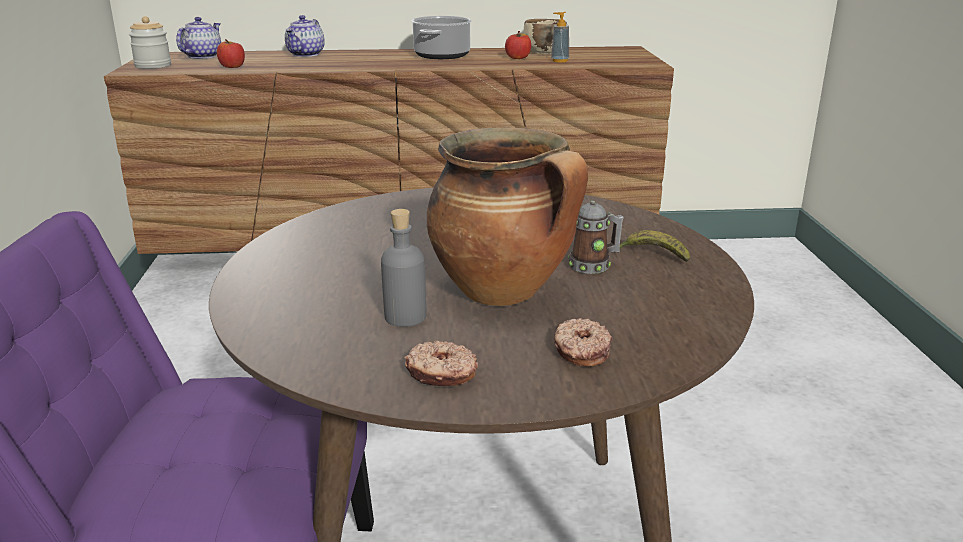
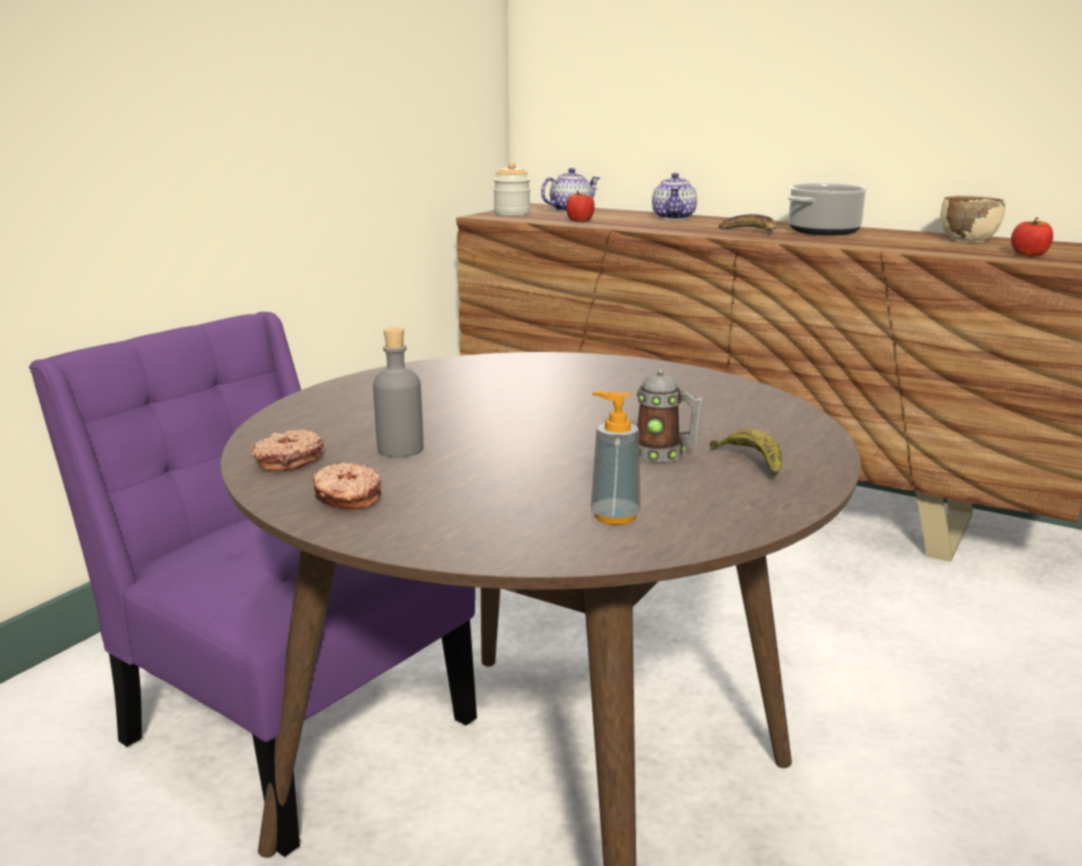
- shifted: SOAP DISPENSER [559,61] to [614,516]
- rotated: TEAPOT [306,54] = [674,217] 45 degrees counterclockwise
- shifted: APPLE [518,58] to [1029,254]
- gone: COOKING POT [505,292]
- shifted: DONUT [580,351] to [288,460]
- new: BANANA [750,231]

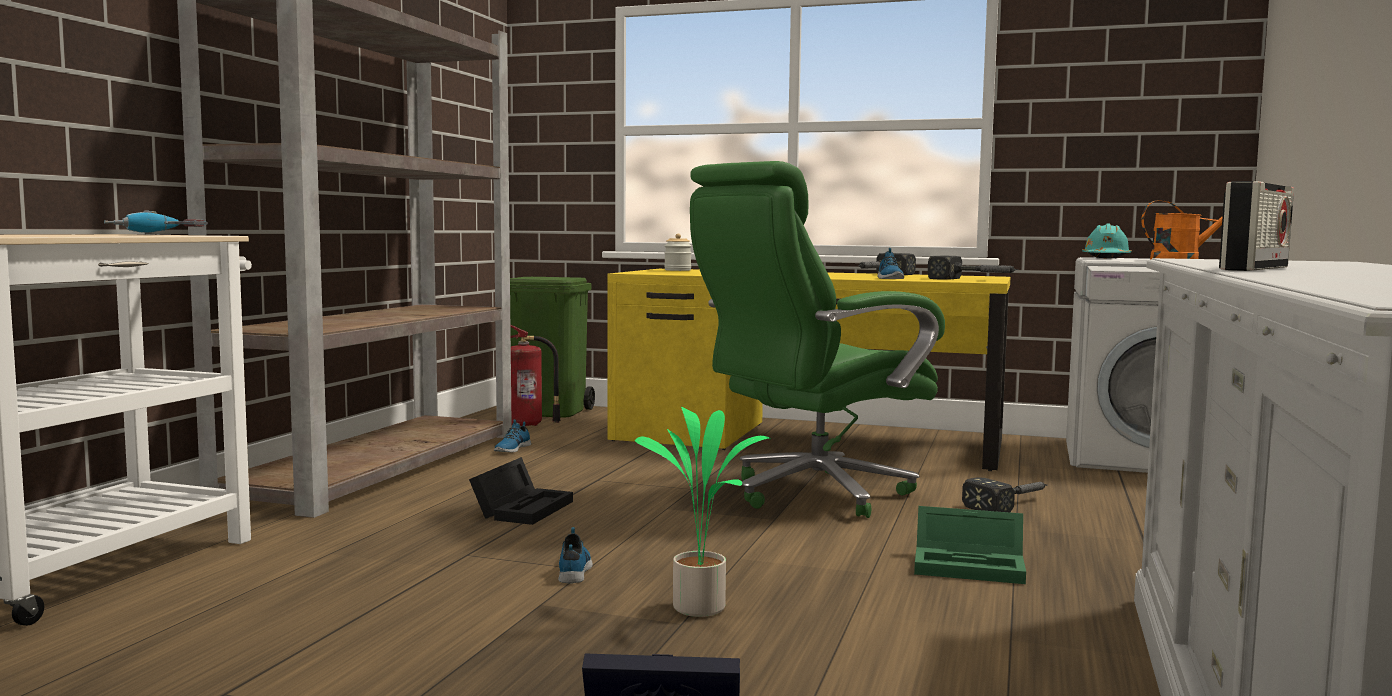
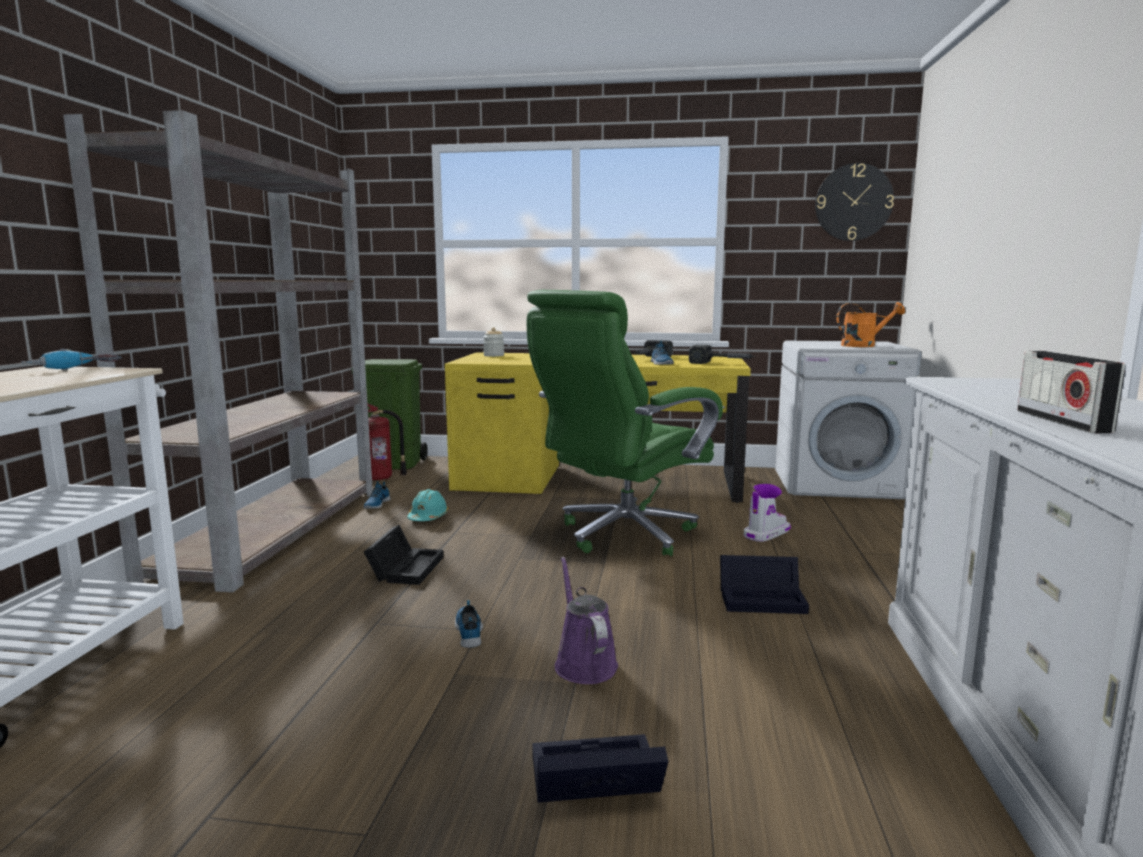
- rotated: RADIO [1255,268] = [1062,421] 150 degrees clockwise
- shifted: TURQUOISE HARD HAT [1106,258] to [428,517]
- swapped: POTTED PLANT [701,607] to PURPLE WATERING CAN [583,663]
- swapped: HAMMER [1012,504] to BOOT [766,534]
- repainted: GREEN STORAGE BOX [972,566] to BLACK STORAGE BOX [764,598]
- new: WALL CLOCK [853,202]

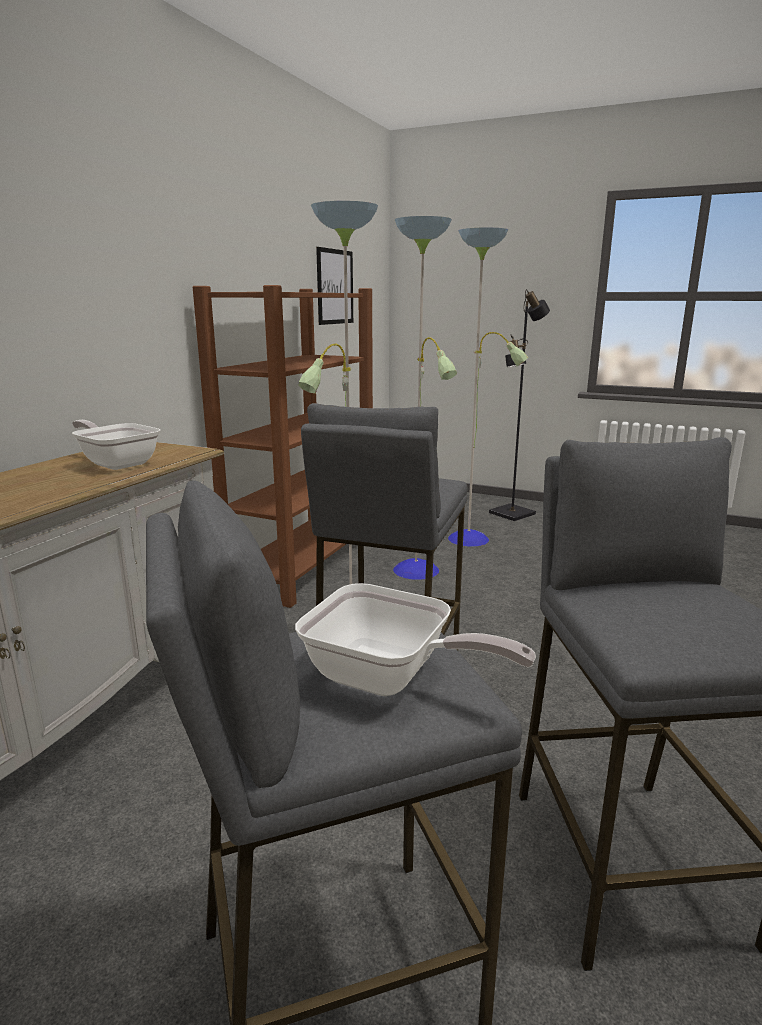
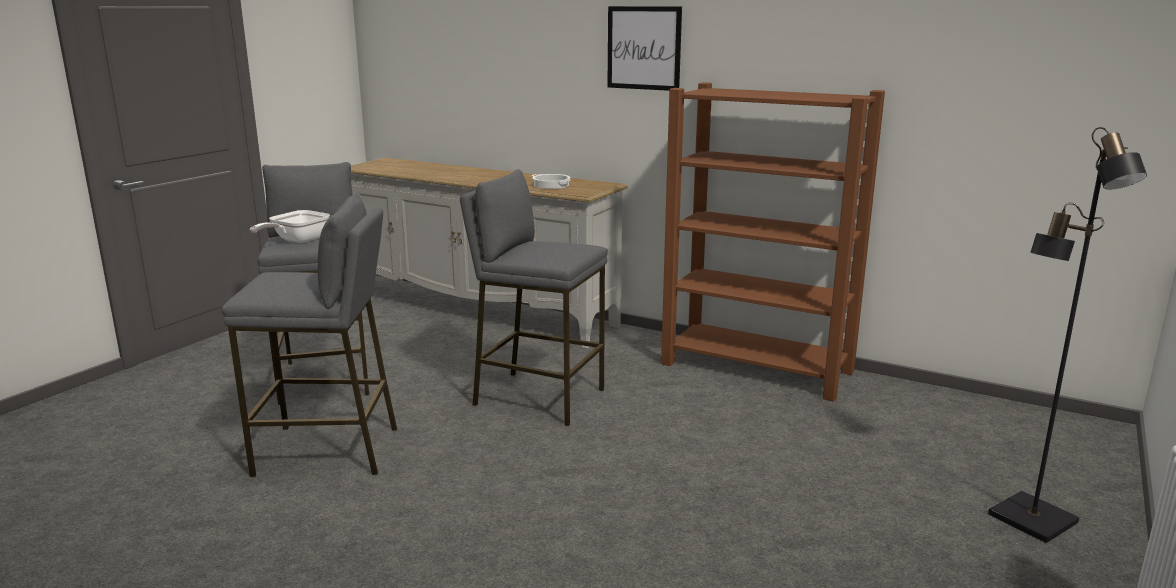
- gone: FLOOR LAMP [419,570]
- shifted: PICTURE [335,287] to [644,48]
- swapped: FRYING PAN [117,463] to COOKING POT [551,185]

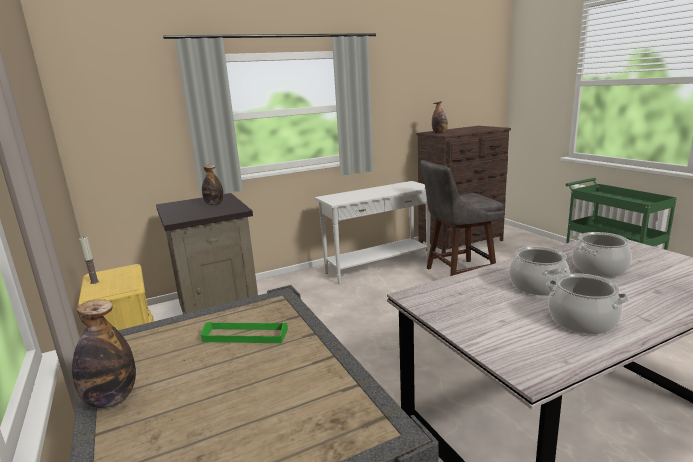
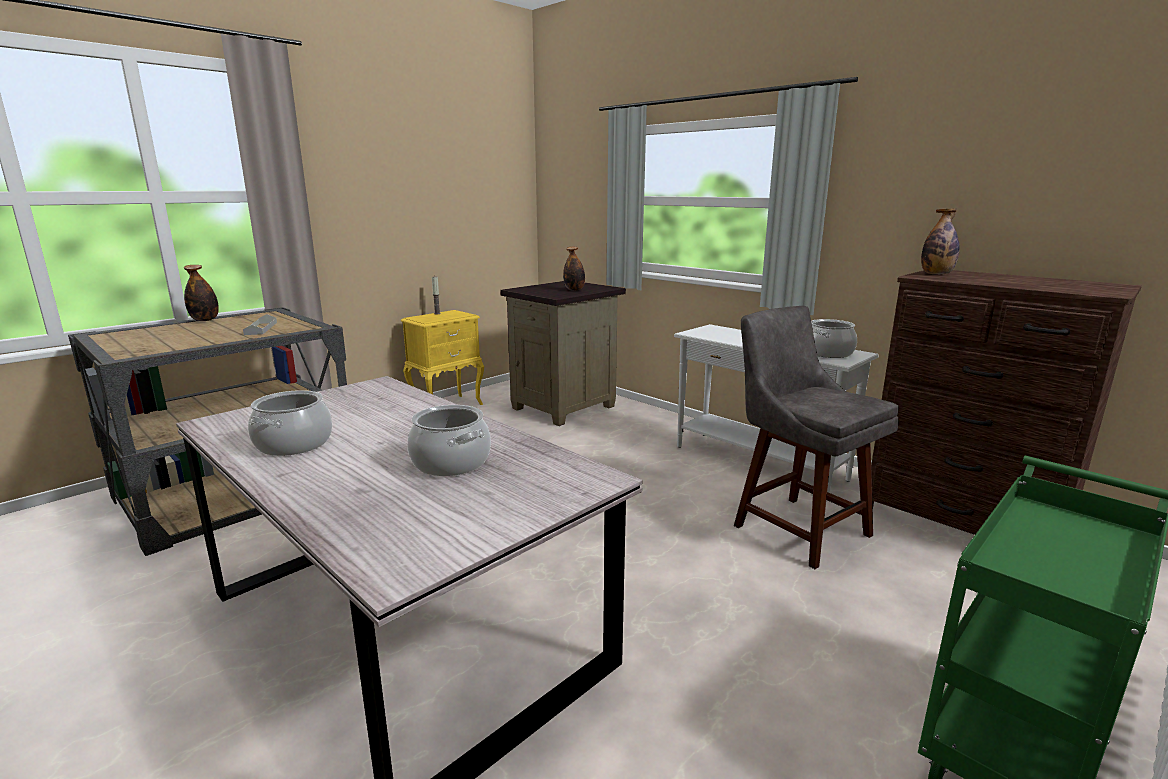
- shifted: COOKING POT [537,286] to [828,353]
- repainted: GREEN TRAY [245,335] to GREY TRAY [261,328]

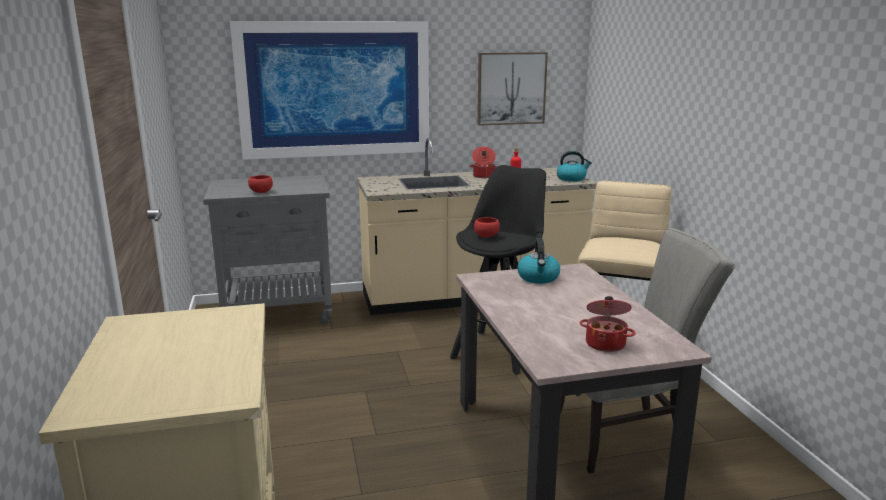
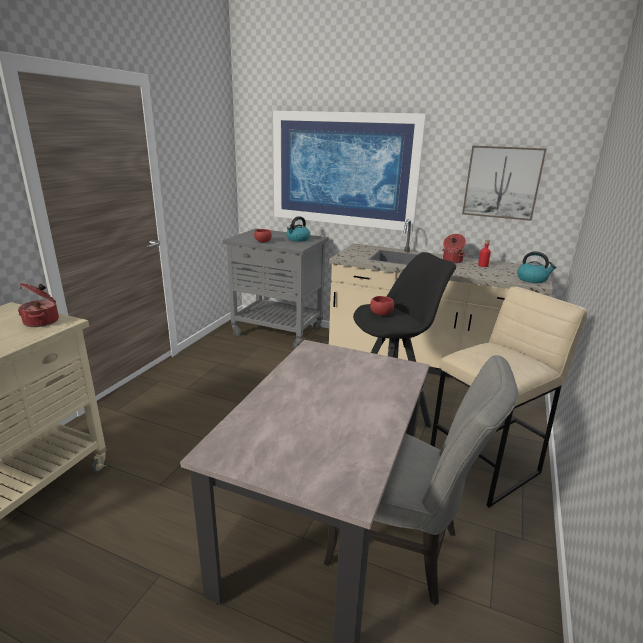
- shifted: KETTLE [538,278] to [298,239]
- shifted: COOKING POT [606,343] to [42,321]

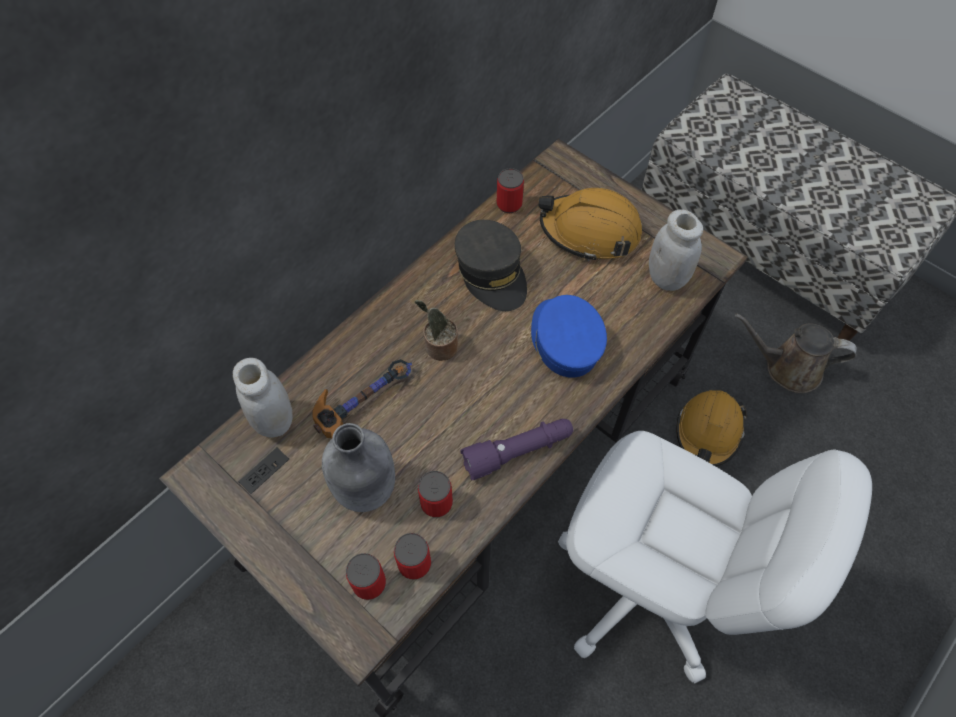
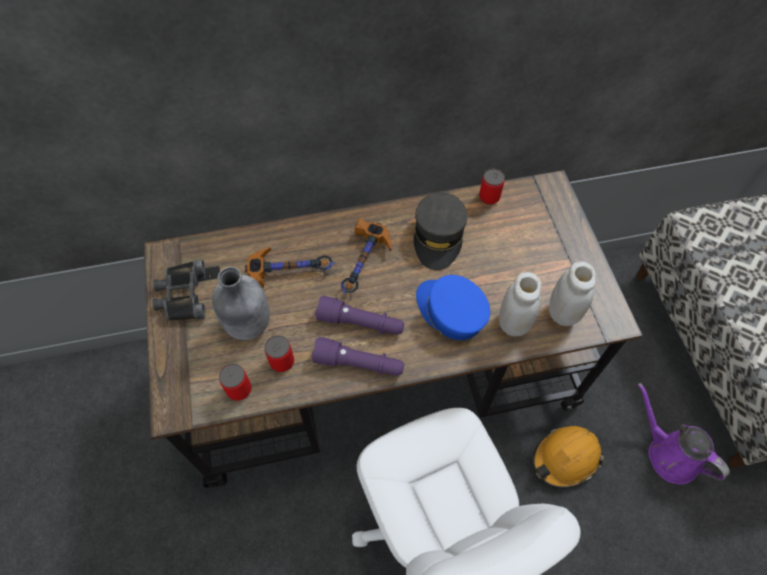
- gone: ORANGE HARD HAT [590,231]
- rotated: BLUE CAP [564,342] = [450,312] 60 degrees counterclockwise
- swapped: POTTED PLANT [439,347] to HAMMER [364,264]
- repainted: BROWN WATERING CAN [787,368] to PURPLE WATERING CAN [668,454]
- shifted: WHITE JAR [274,420] to [513,323]
- gone: CAN [369,583]
- new: BLACK BINOCULARS [182,295]
- new: PURPLE FLASHLIGHT [361,323]

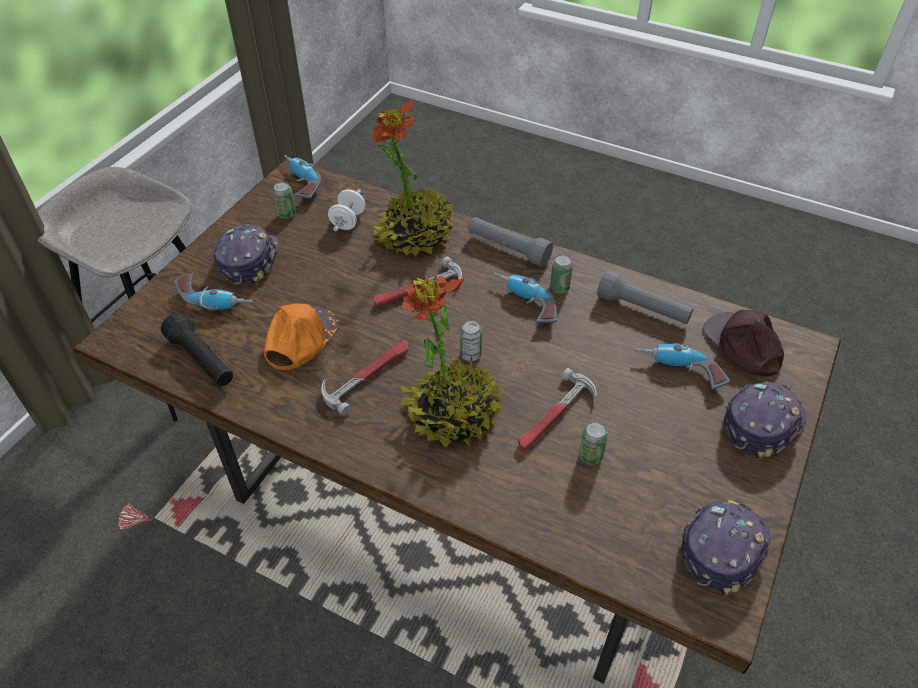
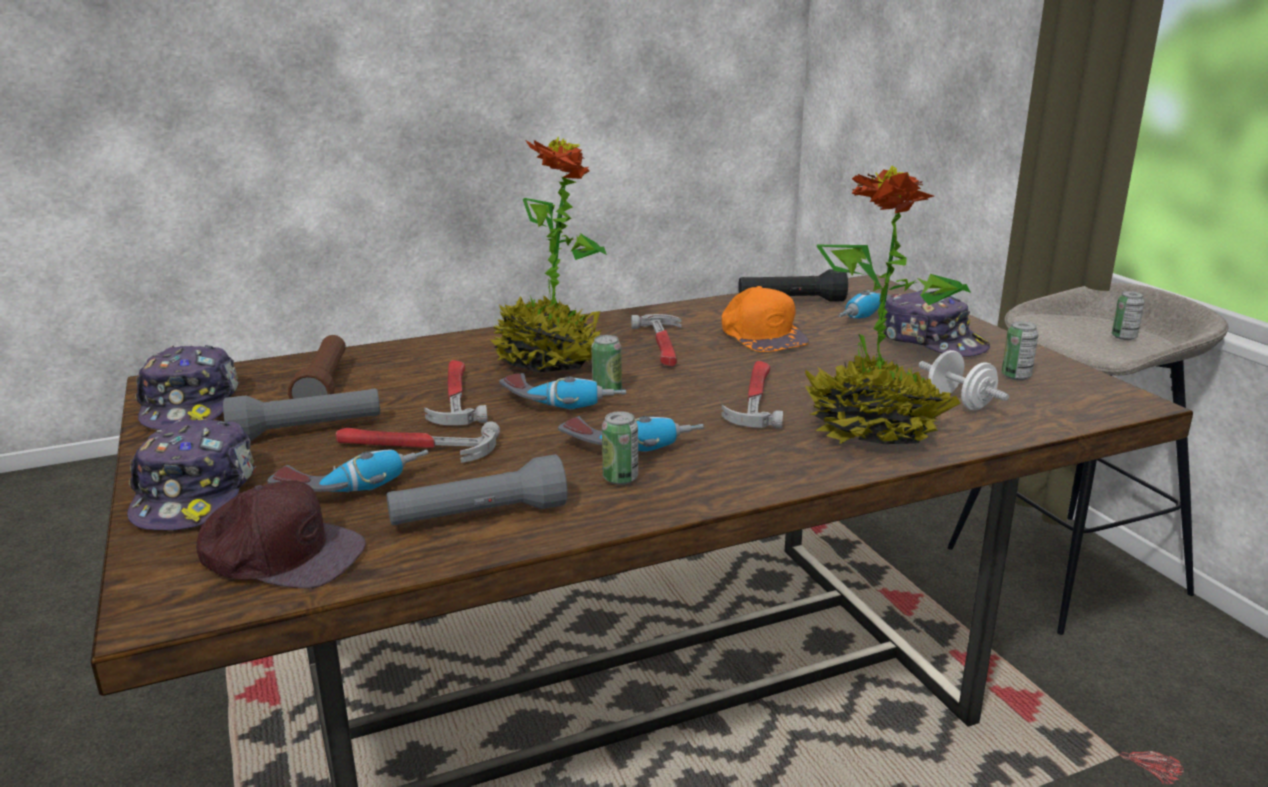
- shifted: POWER DRILL [300,183] to [562,403]
- shifted: GREY FLASHLIGHT [508,249] to [307,431]
- shifted: CAN [590,456] to [1123,337]
- new: BROWN FLASHLIGHT [325,386]
- new: HAMMER [415,448]

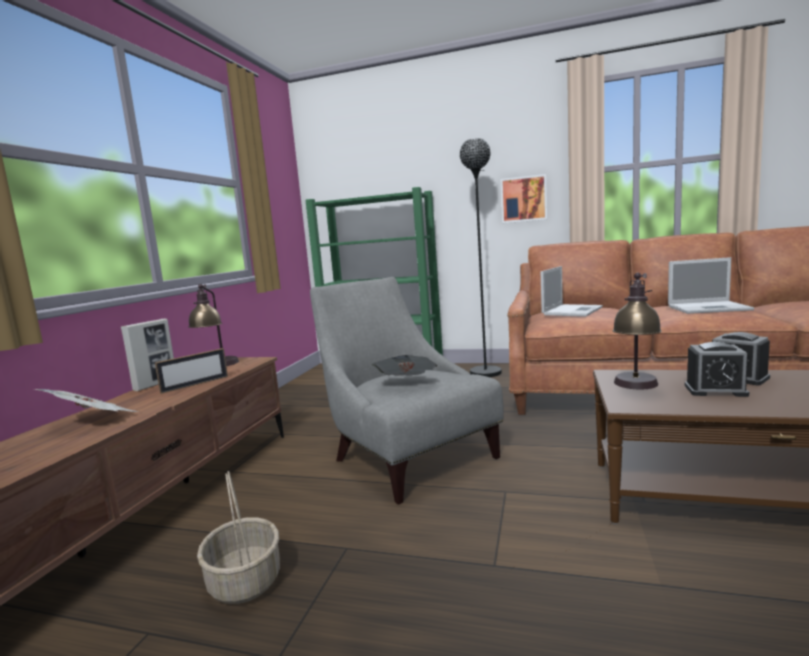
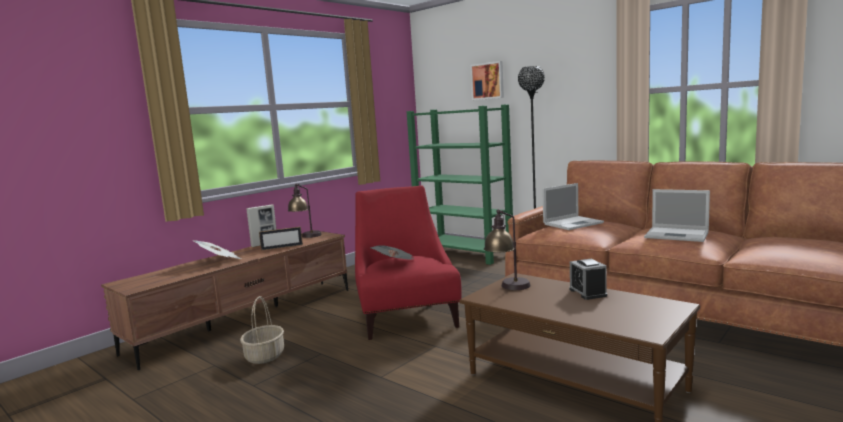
- shifted: PICTURE [523,199] to [488,81]
- repainted: GREY ARMCHAIR [406,454] to RED ARMCHAIR [406,314]
- gone: ALARM CLOCK [715,390]

